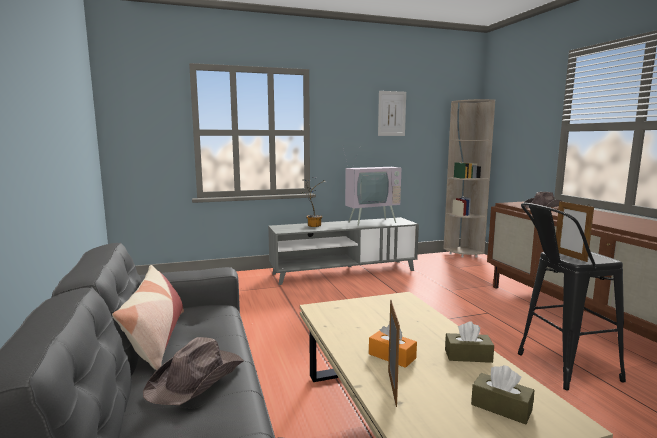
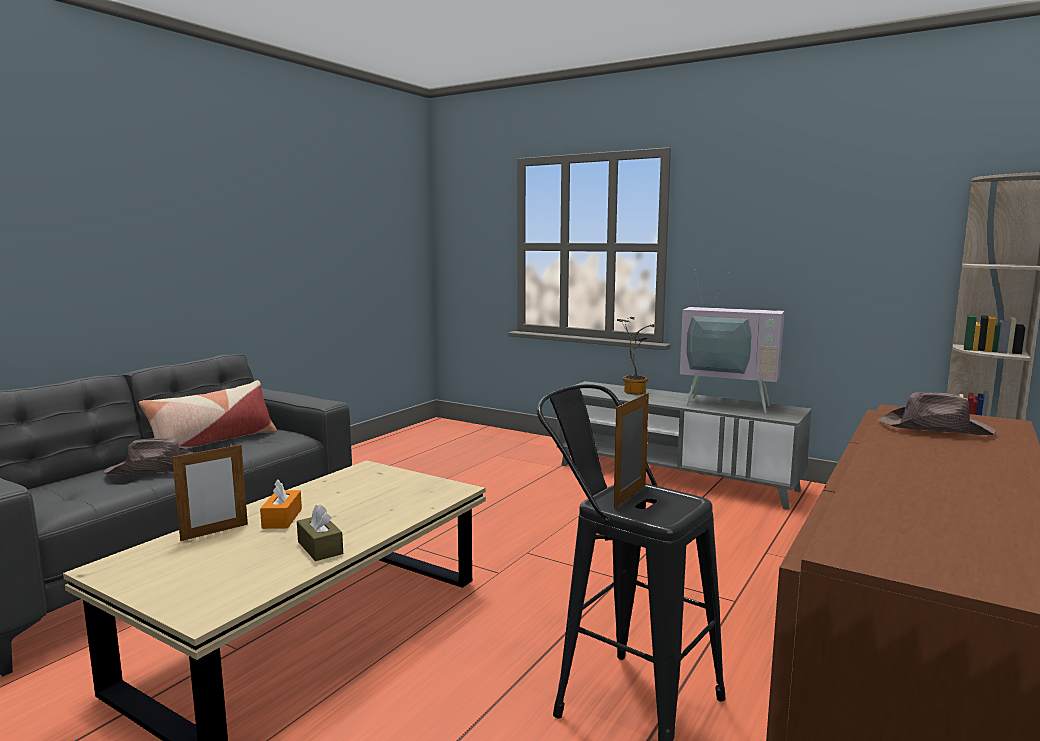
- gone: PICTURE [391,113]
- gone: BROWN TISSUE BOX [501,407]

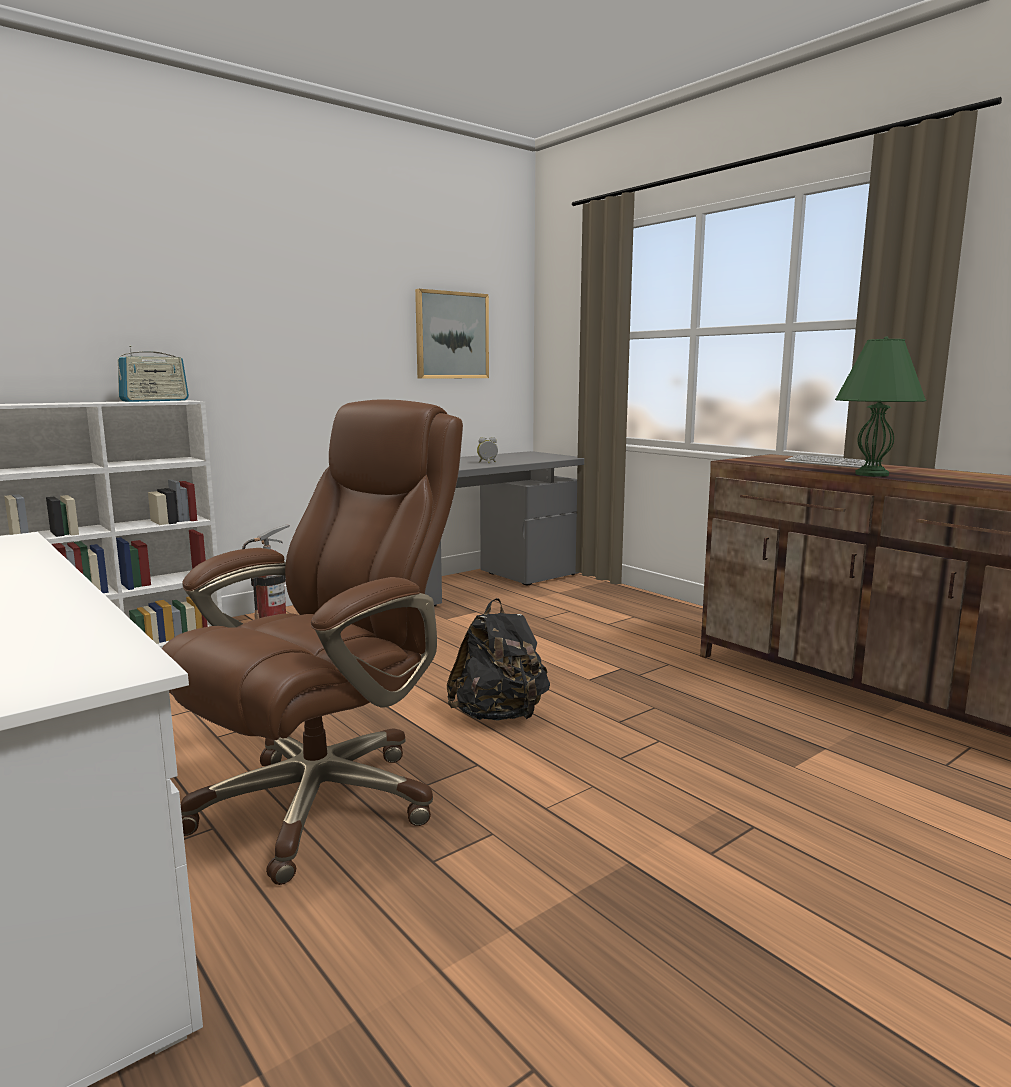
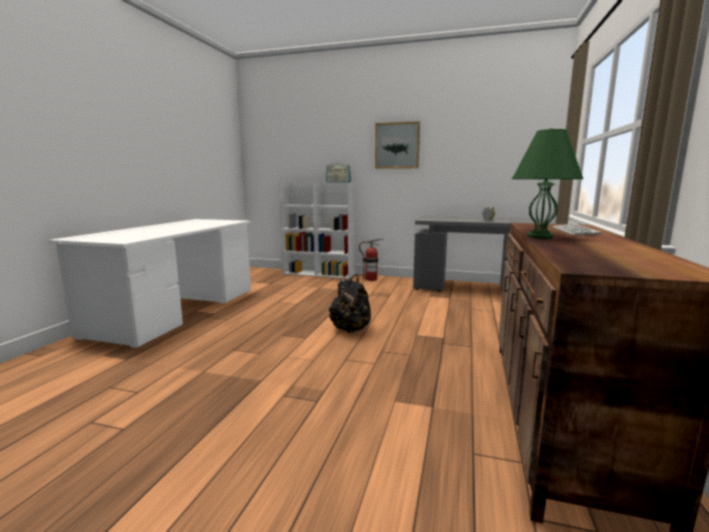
- shifted: PICTURE [451,335] to [397,145]
- gone: BROWN OFFICE CHAIR [326,803]

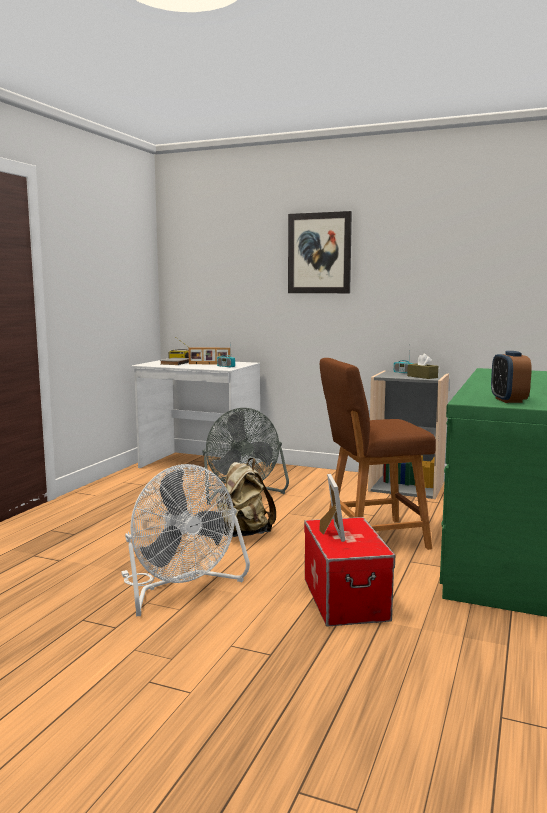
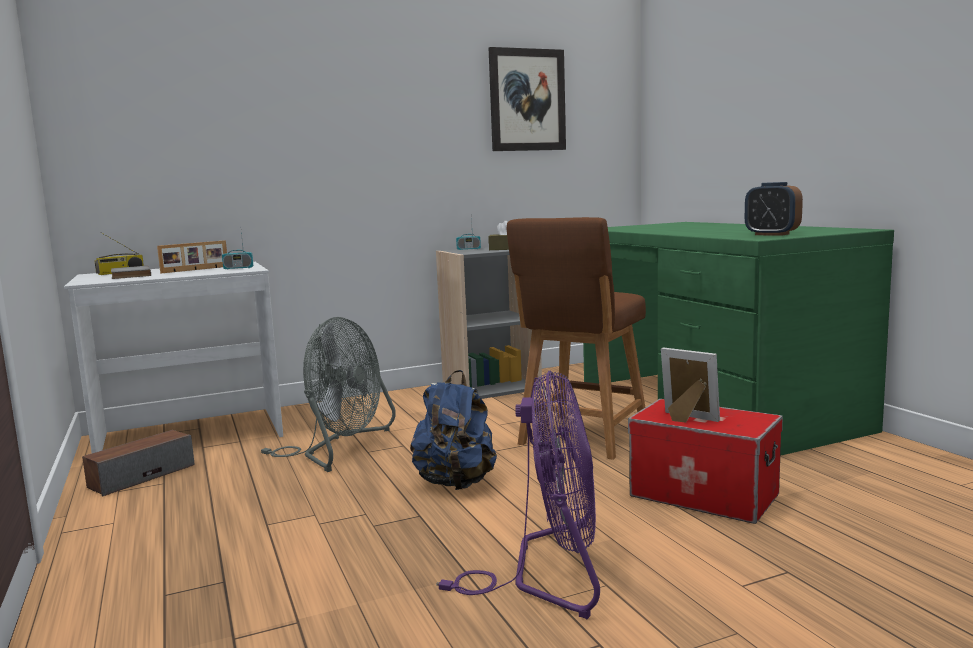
- shifted: PICTURE [319,253] to [527,100]
- repainted: BEIGE BACKPACK [243,534] to BLUE BACKPACK [456,483]
- repainted: WHITE FAN [176,589] to PURPLE FAN [547,569]
- new: SPEAKER [141,476]

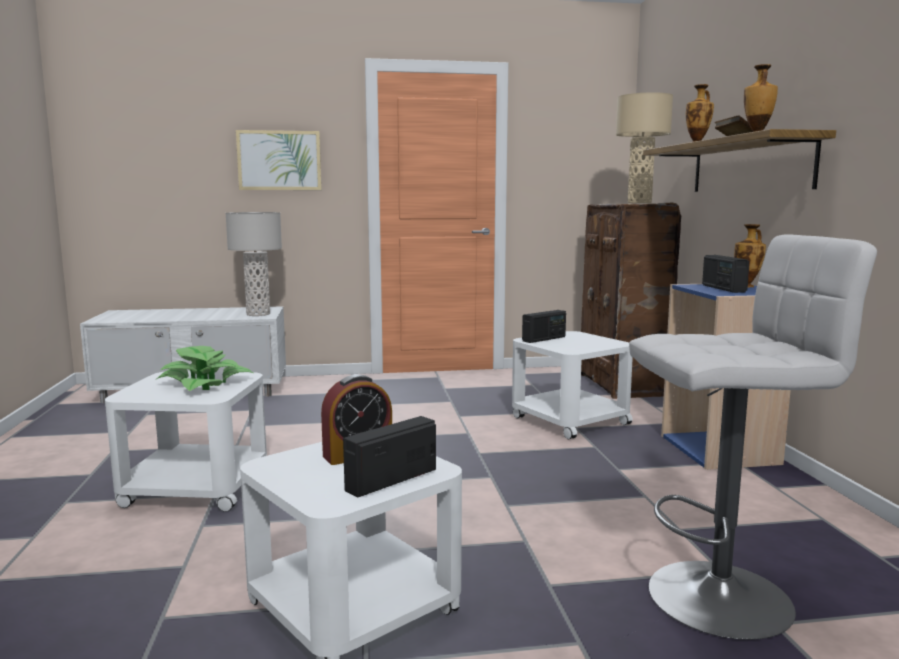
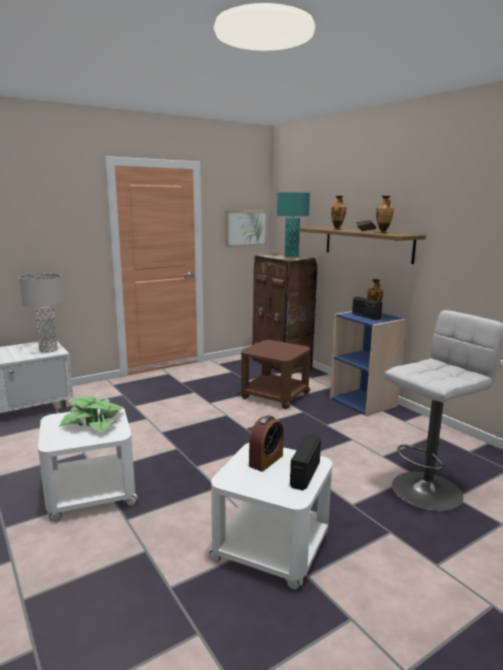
- repainted: BEIGE TABLE LAMP [639,203] to TURQUOISE TABLE LAMP [291,256]
- shifted: PICTURE [279,160] to [245,228]
- gone: RADIO [544,339]
- repainted: WHITE SIDE TABLE [569,420] to BROWN SIDE TABLE [274,395]

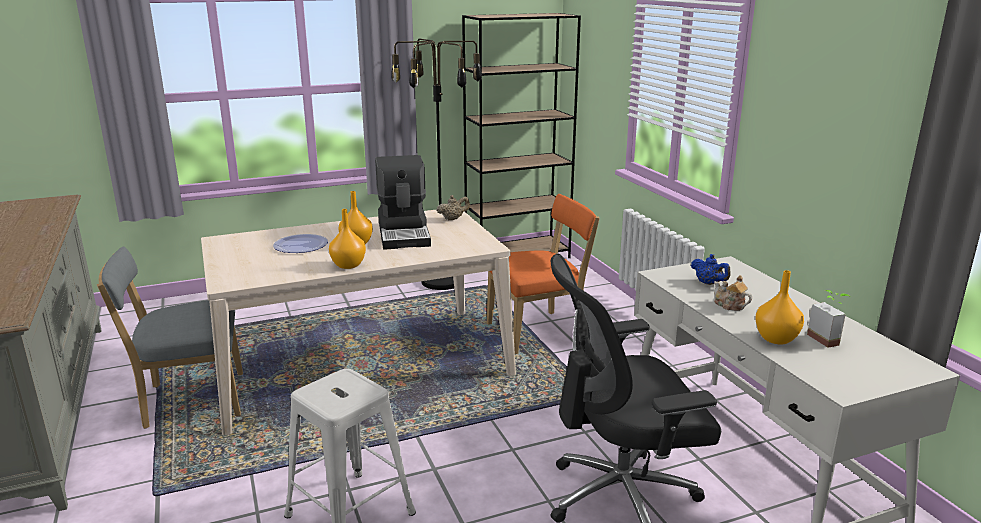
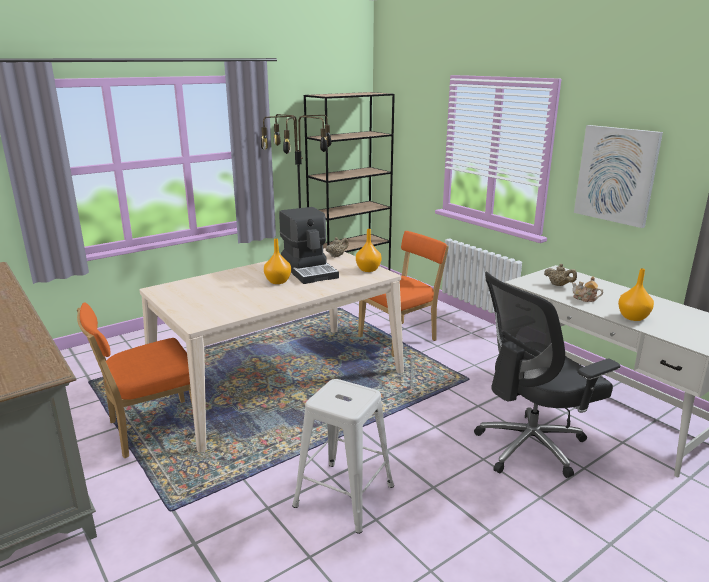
- shifted: ORANGE VASE [349,265] to [368,269]
- gone: PLATE [300,245]
- repainted: GREY CHAIR [189,401] to ORANGE CHAIR [150,429]
- repainted: BLUE TEAPOT [709,283] to BEIGE TEAPOT [559,285]
- gone: POTTED PLANT [828,339]
- new: PICTURE [616,175]

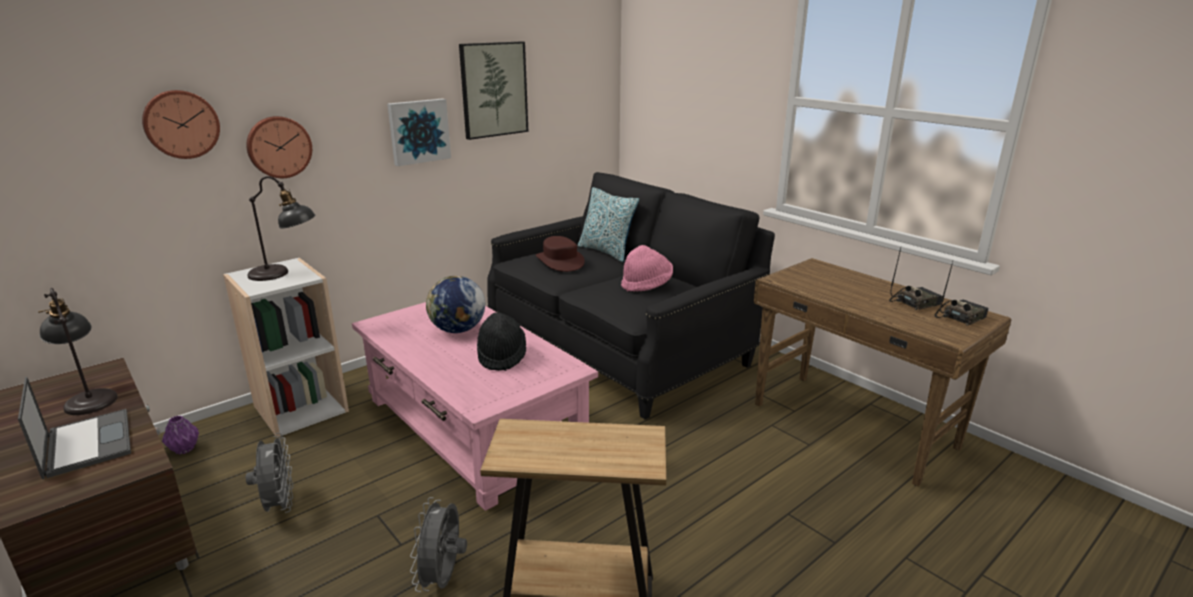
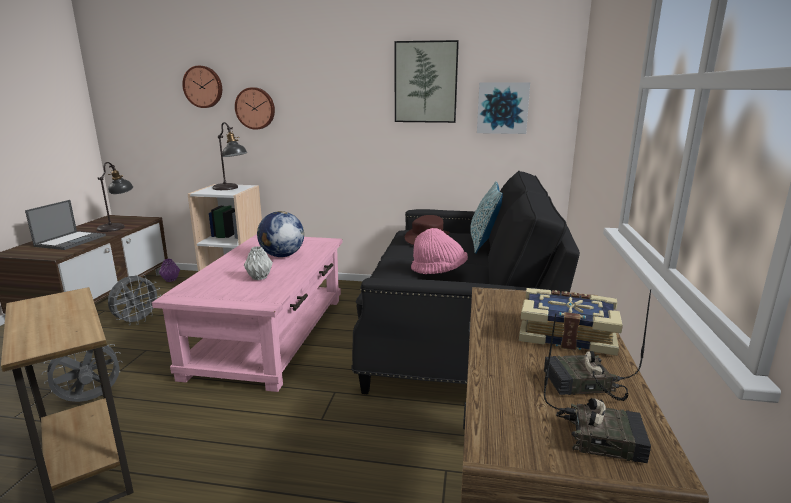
- shifted: PICTURE [418,131] to [502,108]
- rotated: RADIO [914,302] = [583,385] 150 degrees clockwise
- swapped: BLACK HAT [501,356] to GREY VASE [259,277]
- new: BOOK [566,334]

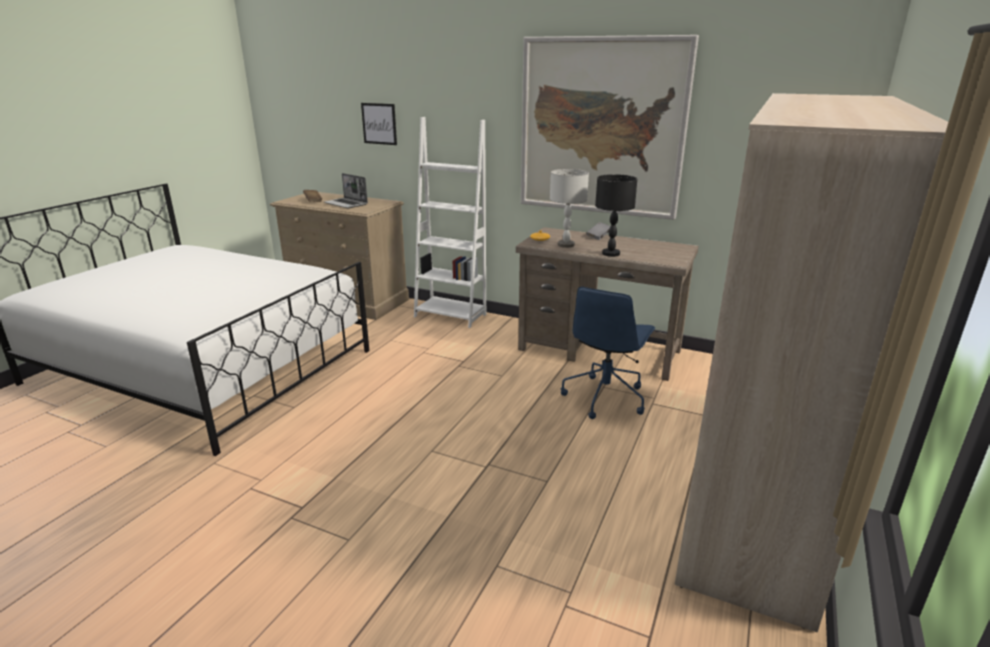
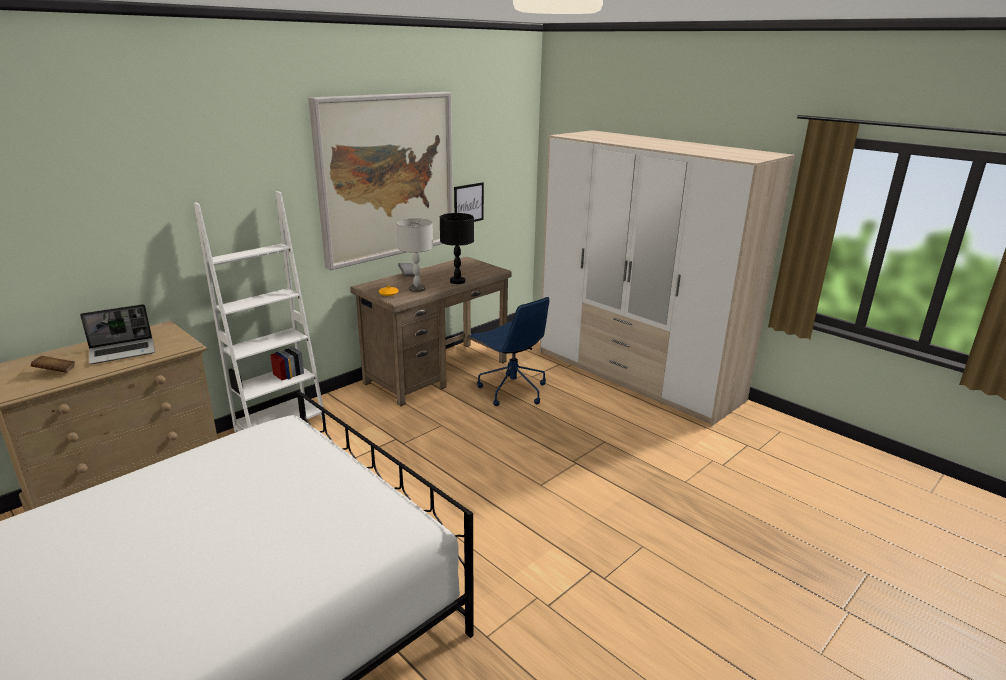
- shifted: PICTURE [379,123] to [468,203]

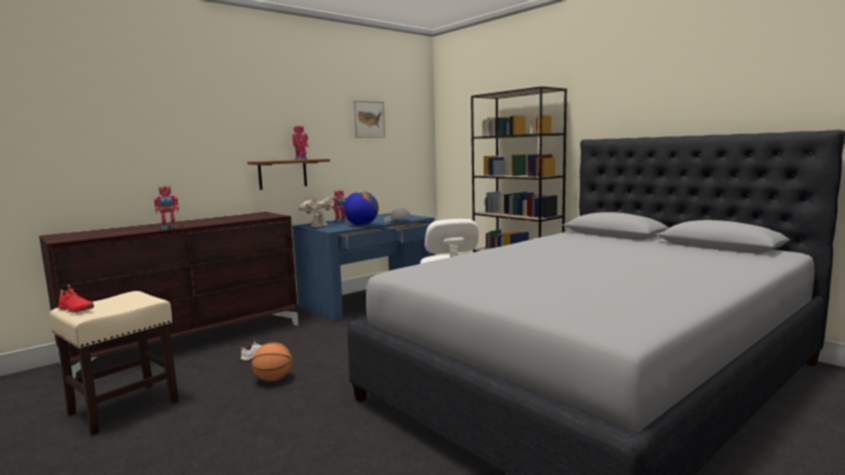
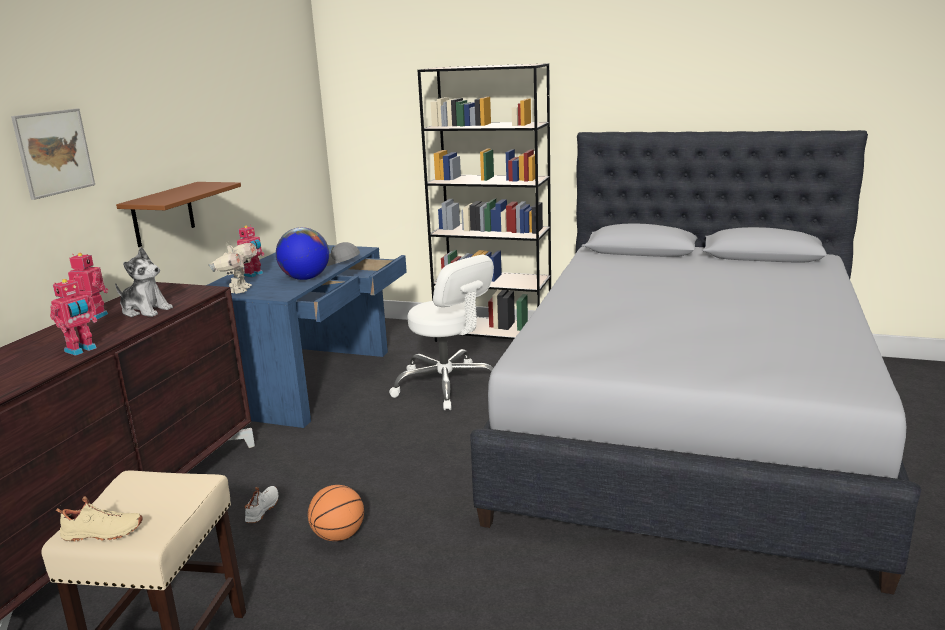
- shifted: PICTURE [369,119] to [54,152]
- shifted: TOY ROBOT [301,159] to [95,316]
- repainted: RED SHOE [75,310] to BEIGE SHOE [102,534]
- new: PLUSH TOY [145,310]

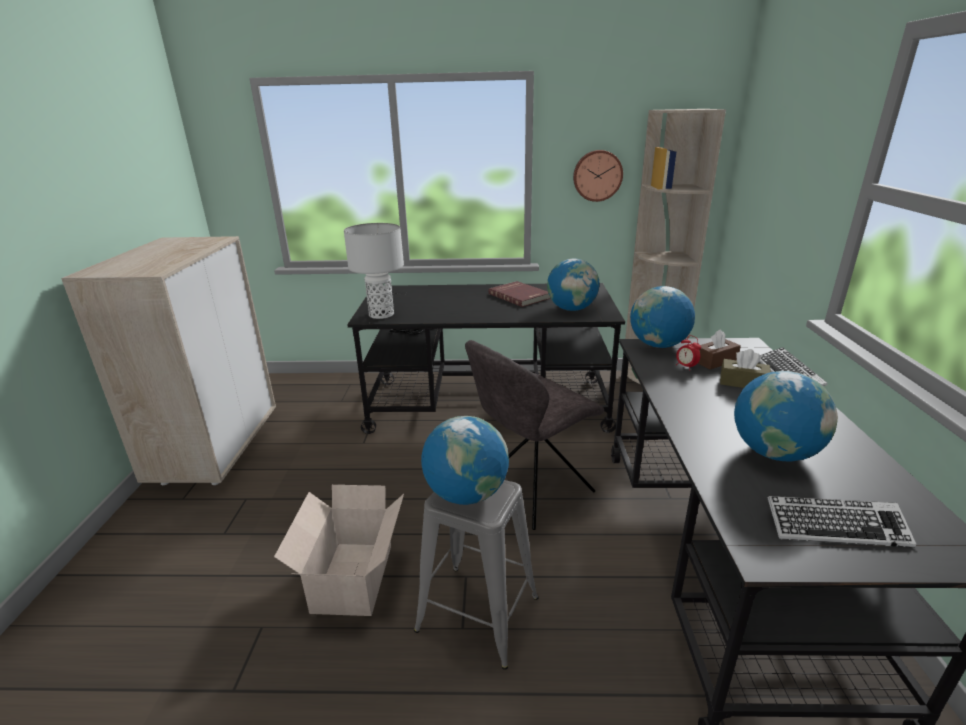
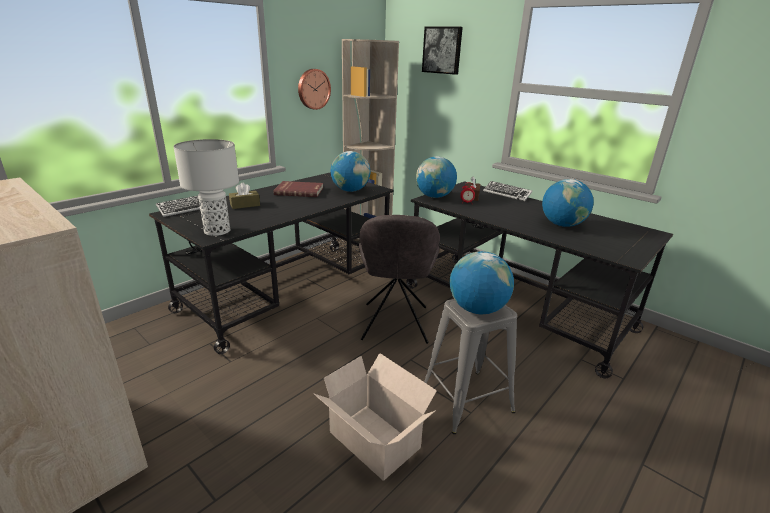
- shifted: BROWN TISSUE BOX [743,383] to [245,205]
- shifted: KEYBOARD [835,527] to [188,208]
- new: PICTURE [442,50]

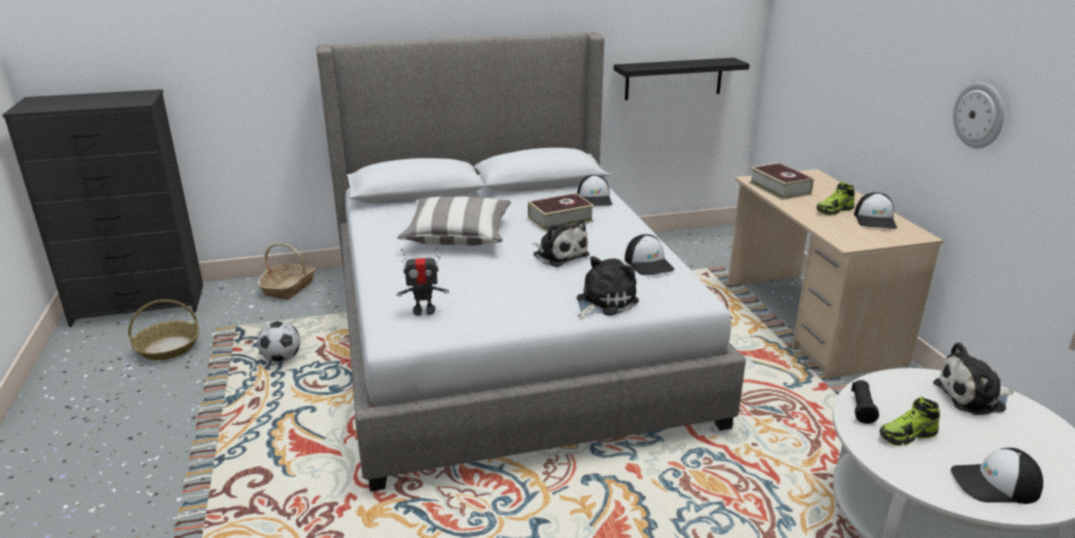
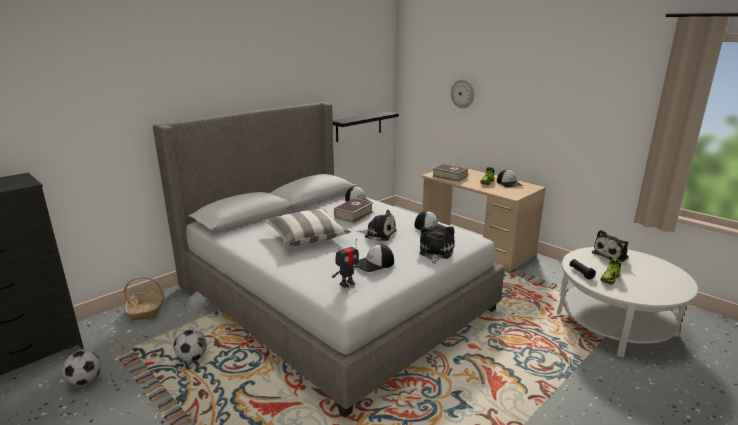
- shifted: WALL CLOCK [979,115] to [463,93]
- swapped: BASKET [168,347] to FOOTBALL [85,381]
- shifted: CAP [995,484] to [374,263]

